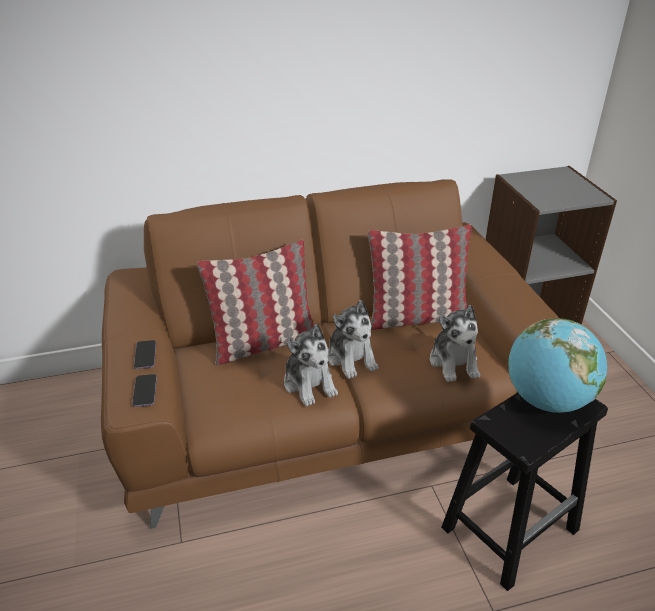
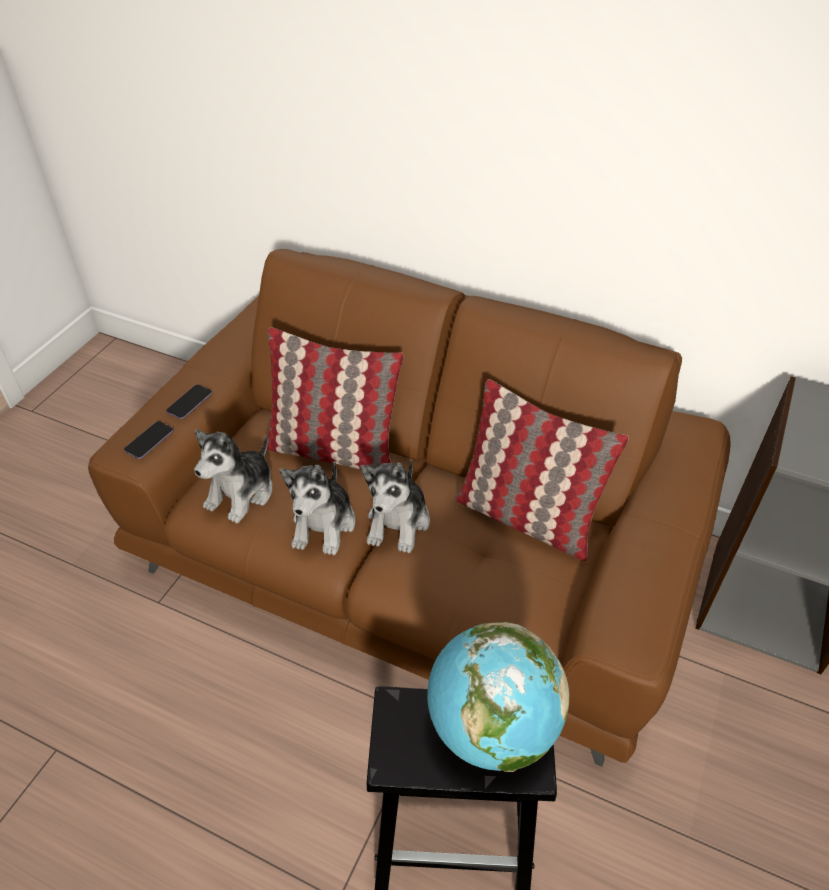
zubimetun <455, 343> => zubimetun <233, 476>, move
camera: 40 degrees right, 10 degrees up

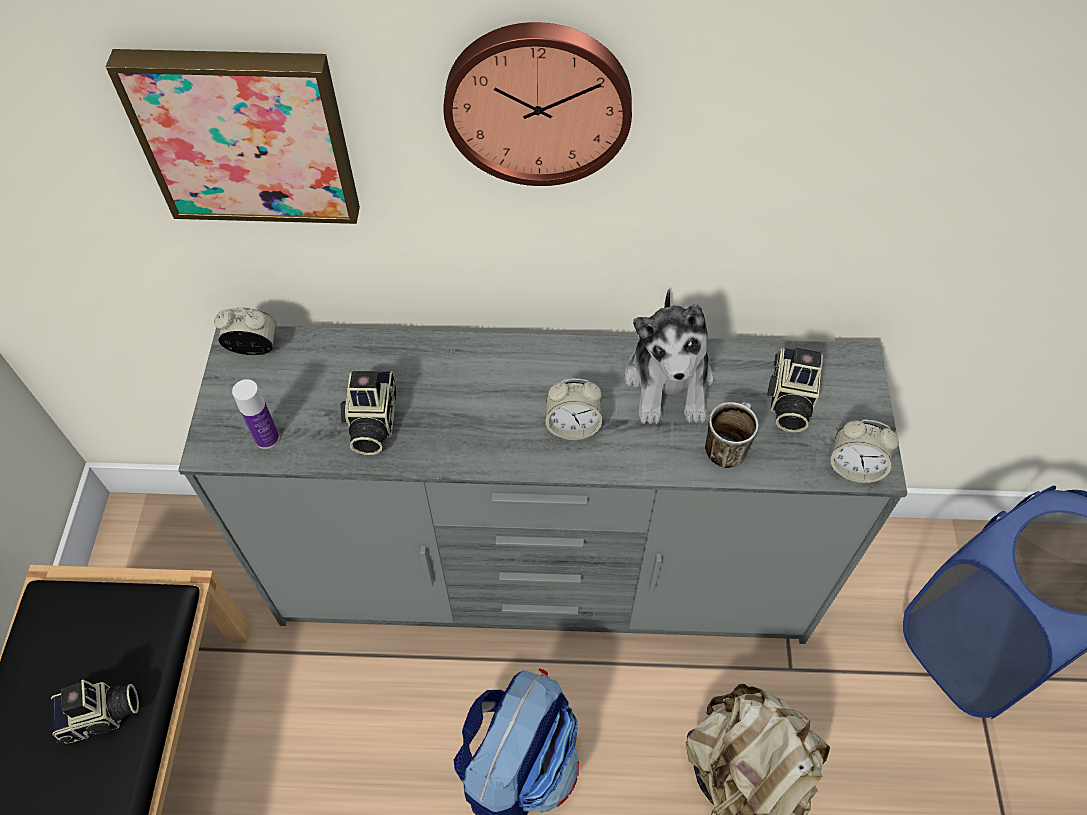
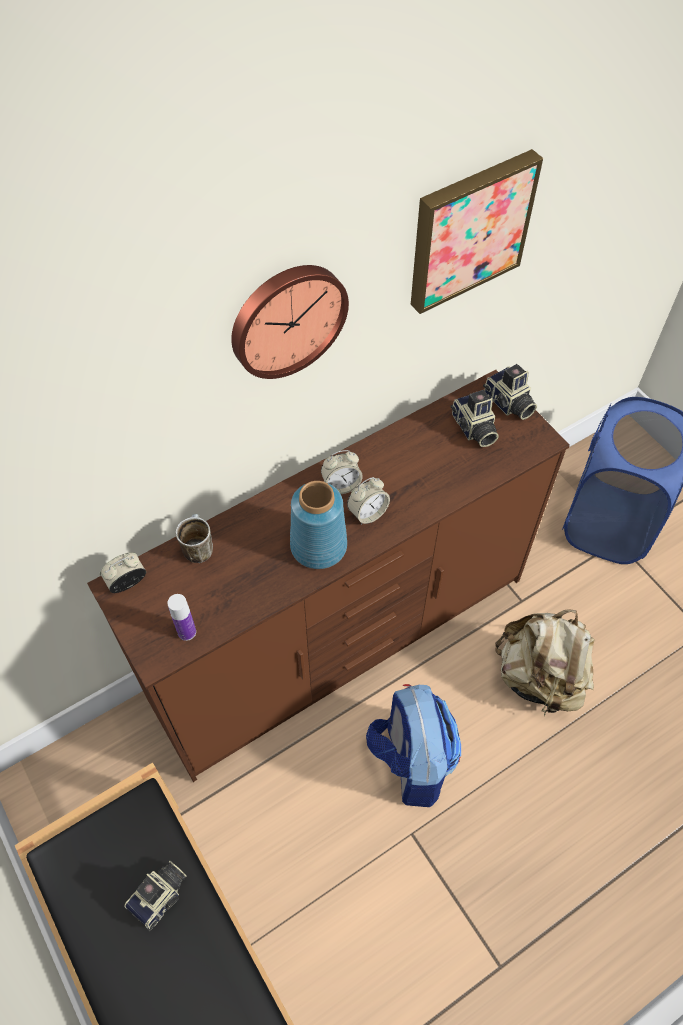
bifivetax <232, 136> => bifivetax <477, 231>, move
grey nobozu <543, 485> => brown nobozu <328, 576>
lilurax <369, 413> => lilurax <510, 392>, move
zubimetun <669, 356> => nothing
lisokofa <731, 435> => lisokofa <194, 538>, move
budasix <865, 451> => budasix <342, 472>, move
nothing => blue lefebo <318, 525>
camera: 35 degrees left, 0 degrees up

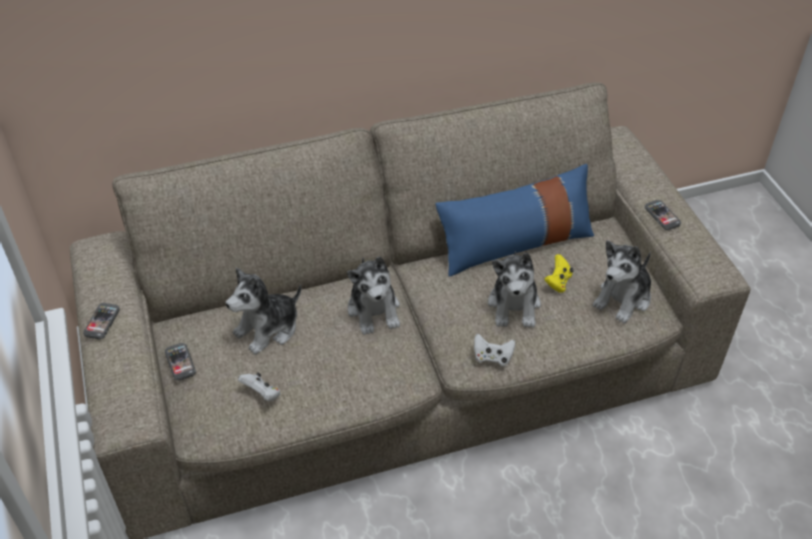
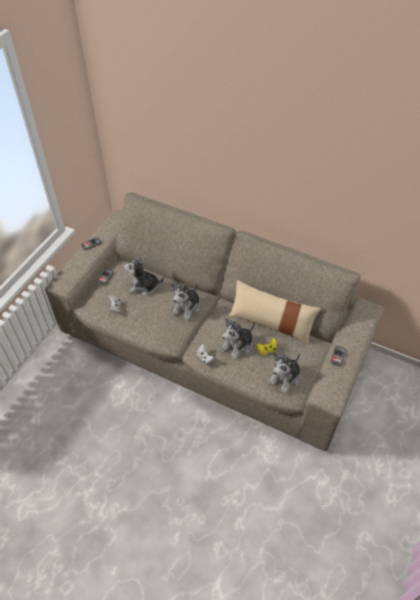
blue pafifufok <514, 220> => beige pafifufok <275, 312>
zubimetun <622, 281> => zubimetun <284, 373>, 45 degrees counterclockwise
camera: 45 degrees right, 5 degrees up

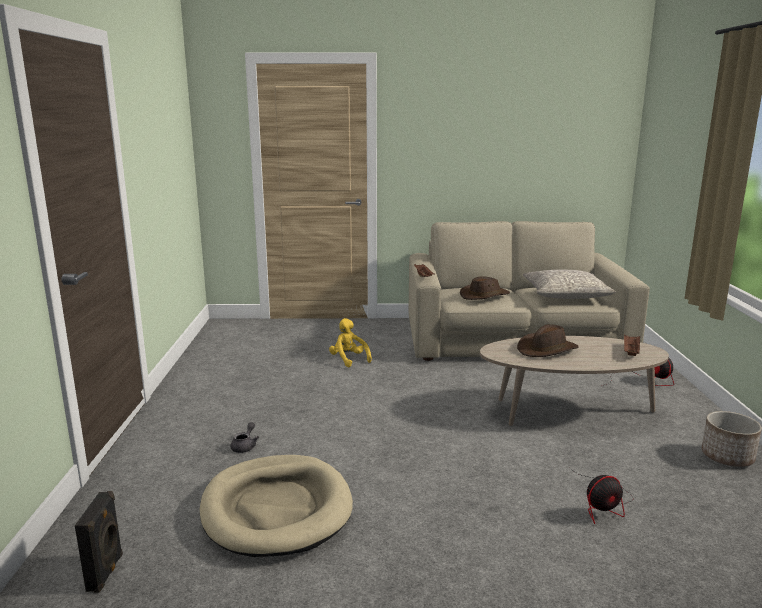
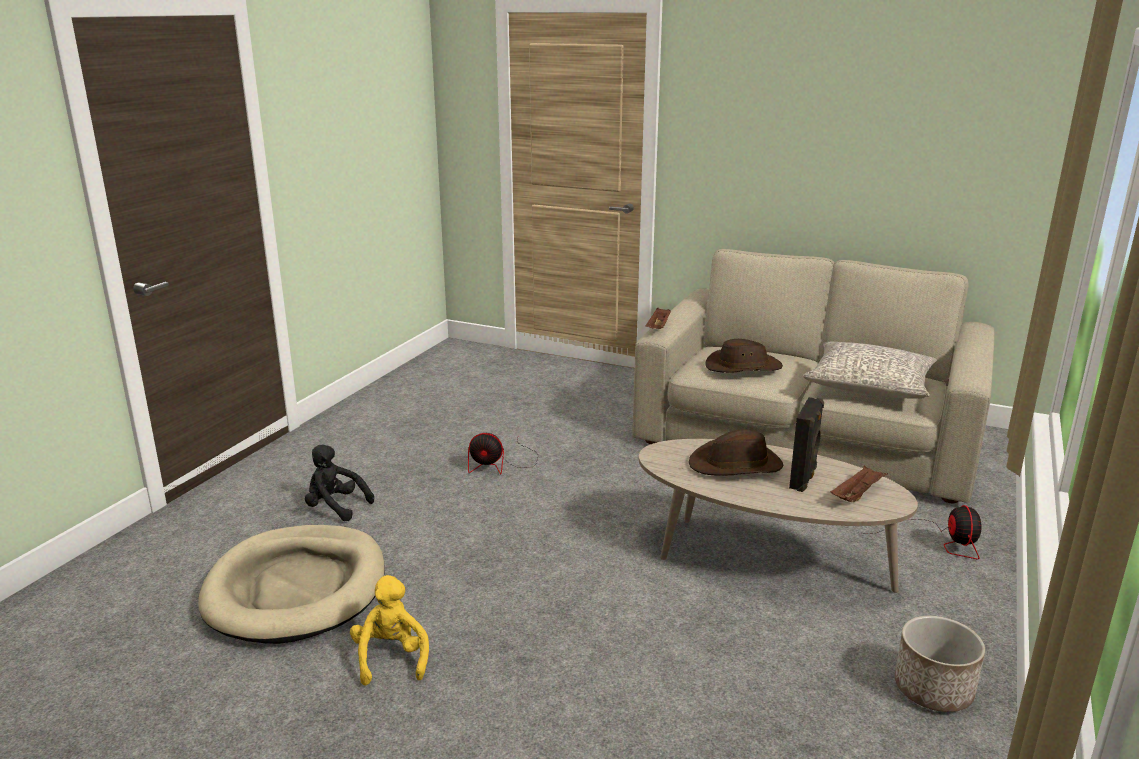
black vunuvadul <99, 542> => black vunuvadul <806, 444>, move
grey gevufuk <245, 437> => black zubimetun <339, 482>
yellow zubimetun <350, 342> => yellow zubimetun <389, 630>, move
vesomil <601, 495> => vesomil <503, 454>, move
camera: 25 degrees right, 5 degrees up

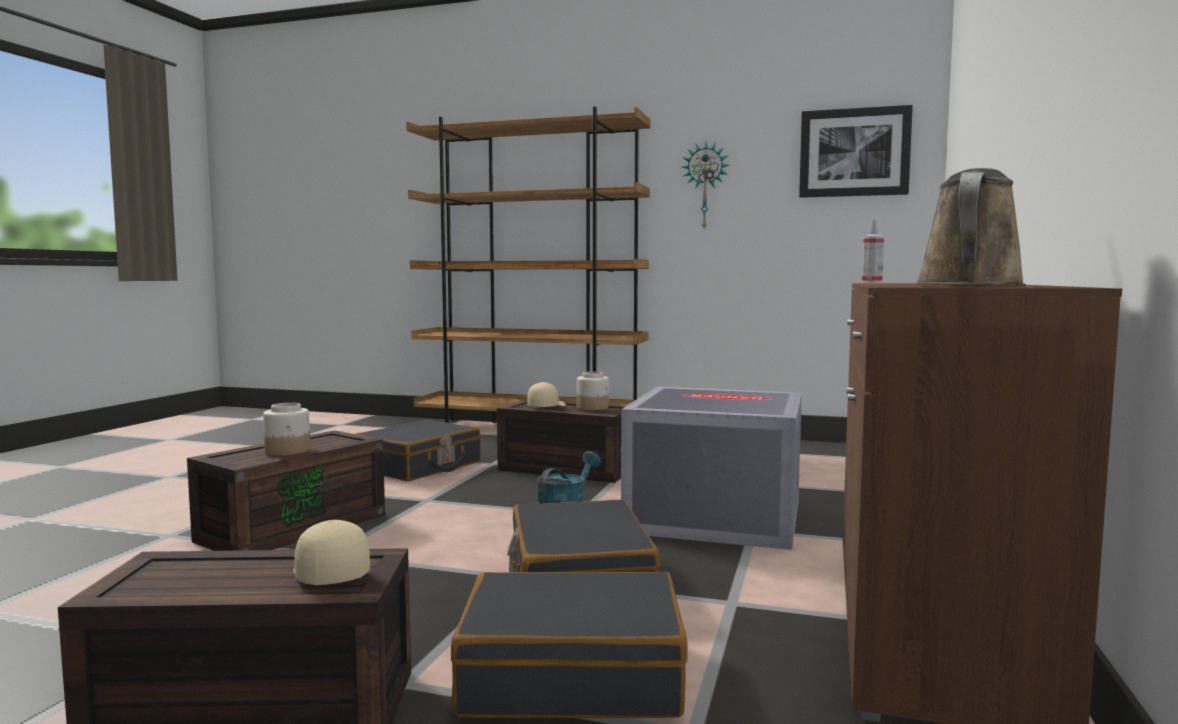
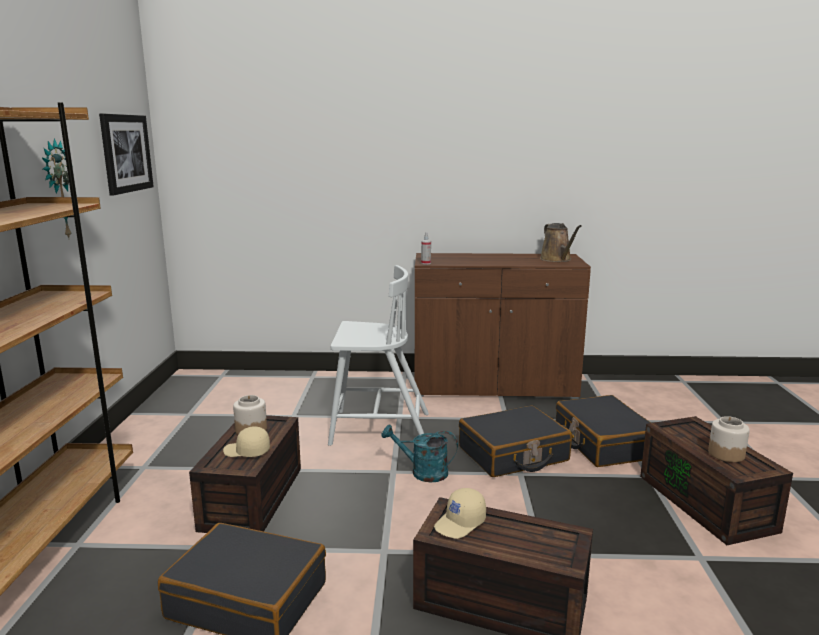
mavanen <286, 429> => mavanen <729, 439>, move
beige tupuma <331, 552> => beige tupuma <460, 513>, move
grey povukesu <711, 468> => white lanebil <378, 355>
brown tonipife <970, 227> => brown tonipife <560, 242>, 120 degrees counterclockwise
camera: 105 degrees left, 10 degrees up

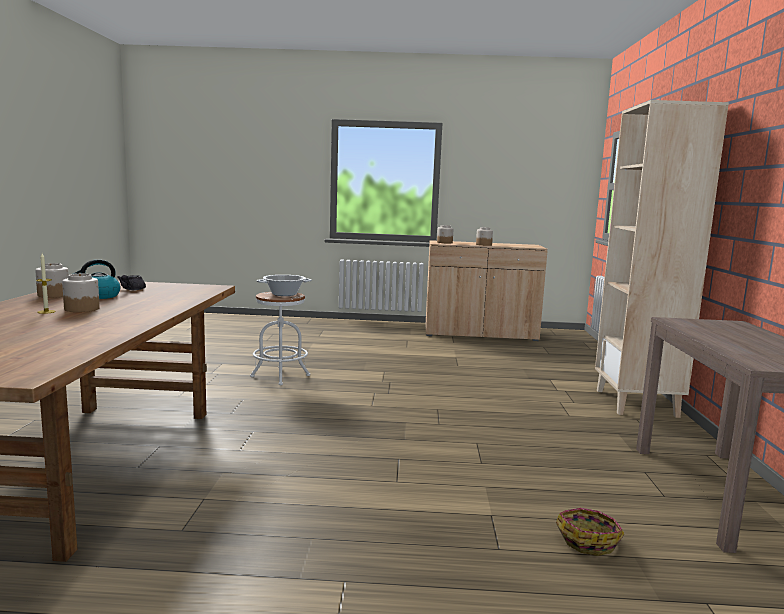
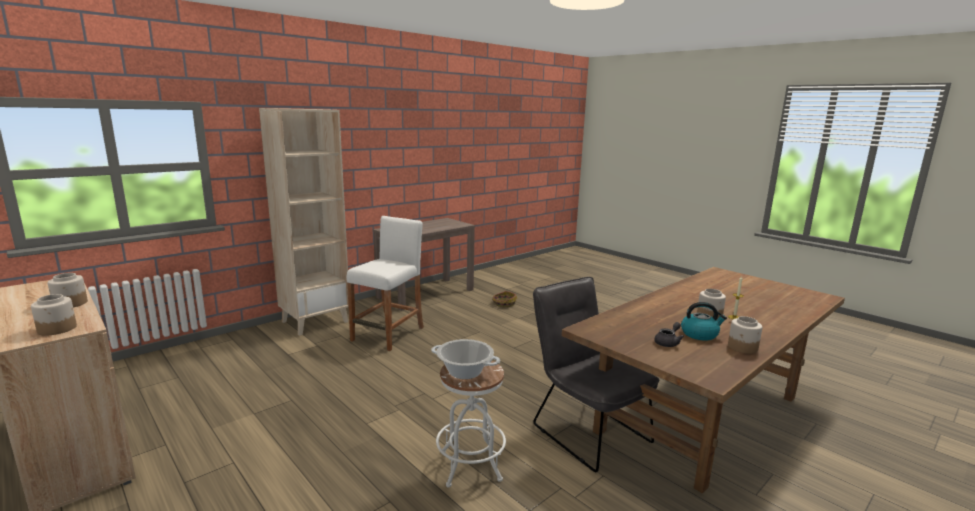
nothing => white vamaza <385, 283>
nothing => grey lanebil <596, 374>
camera: 135 degrees left, 5 degrees up

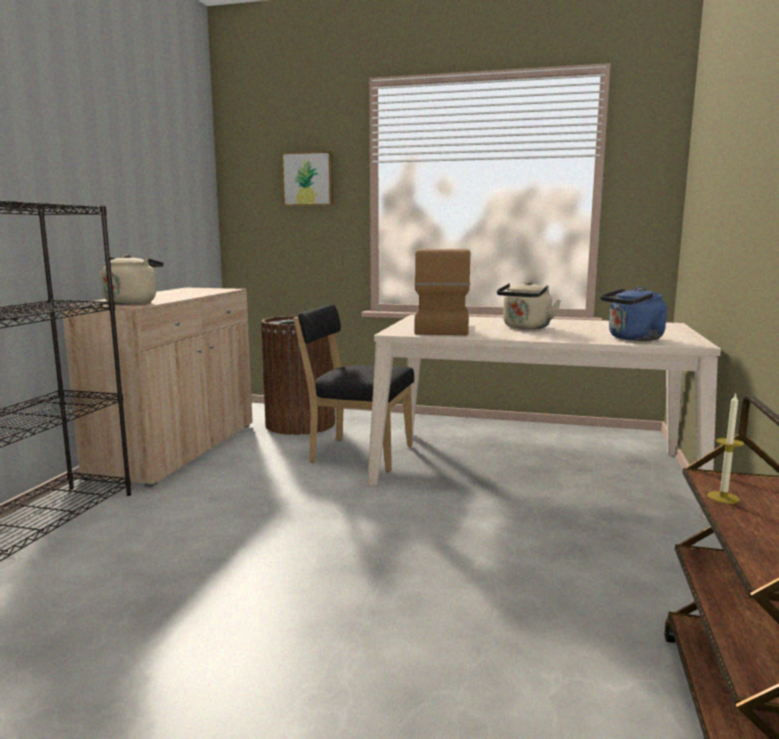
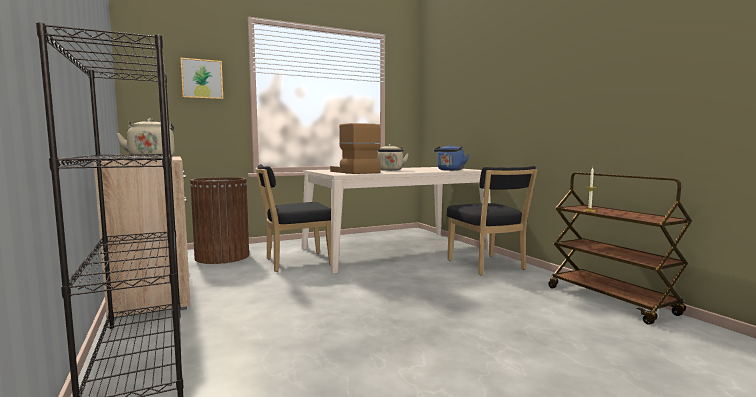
nothing => black lanebil <492, 221>
camera: 40 degrees left, 5 degrees down

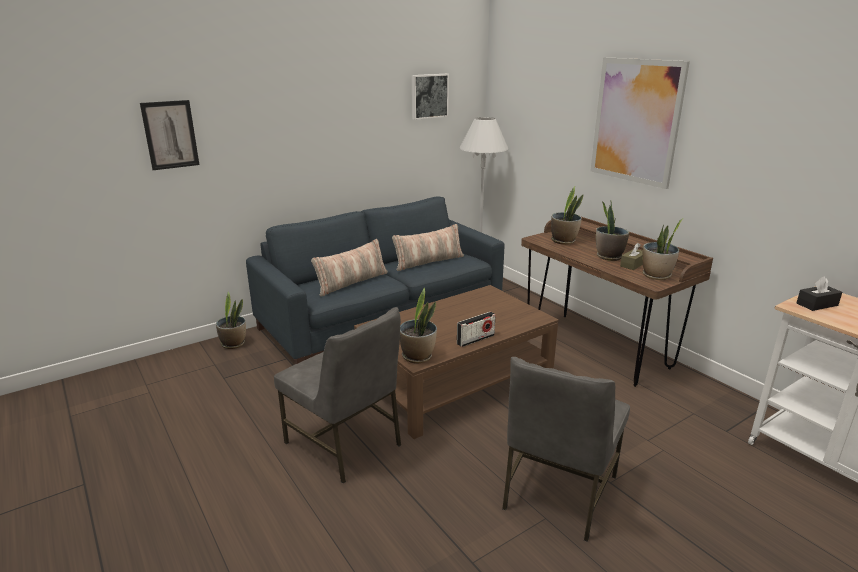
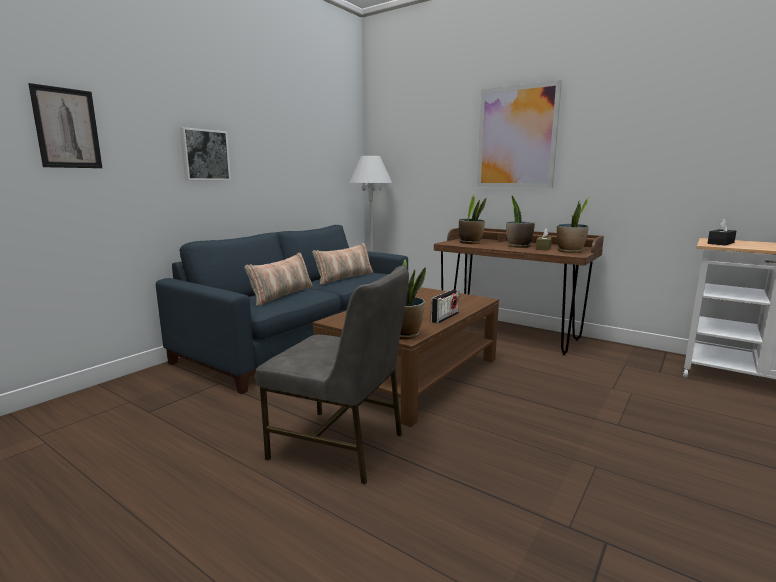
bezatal <231, 320> => nothing
bifivetax <430, 97> => bifivetax <205, 153>, move
grey lanebil <566, 449> => nothing
camera: 20 degrees left, 10 degrees down

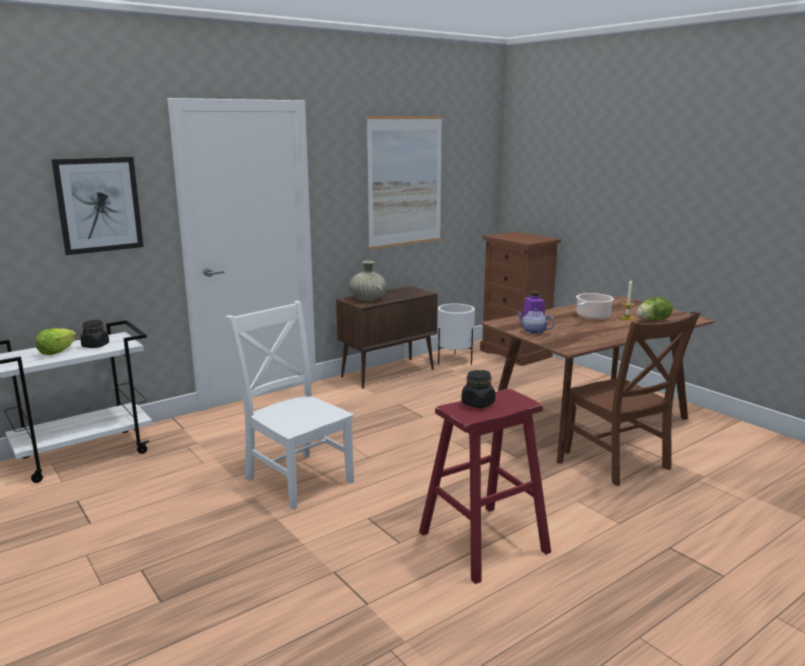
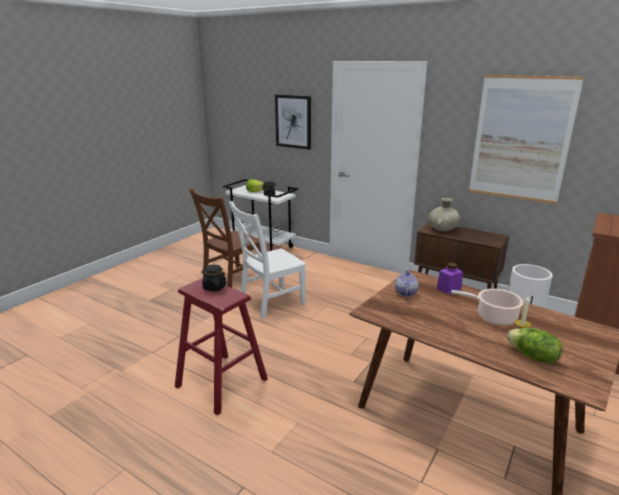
white lanebil <289, 405> => white lanebil <267, 260>, 150 degrees counterclockwise
brown lanebil <632, 398> => brown lanebil <225, 238>, move
camera: 70 degrees right, 5 degrees up

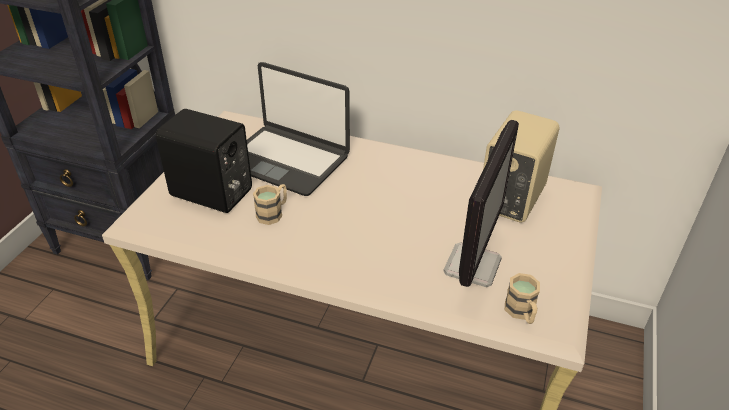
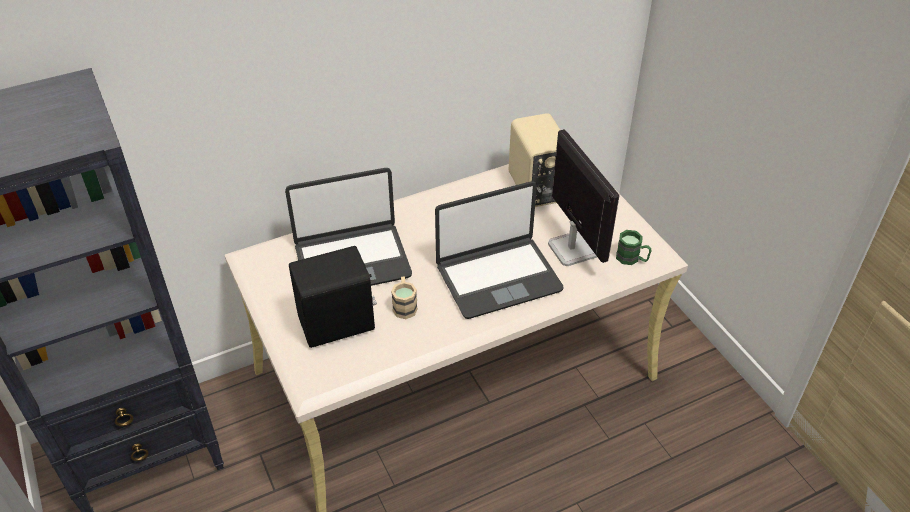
beige lisokofa <522, 298> => green lisokofa <634, 247>
nothing => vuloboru <499, 250>
camera: 45 degrees left, 5 degrees up

